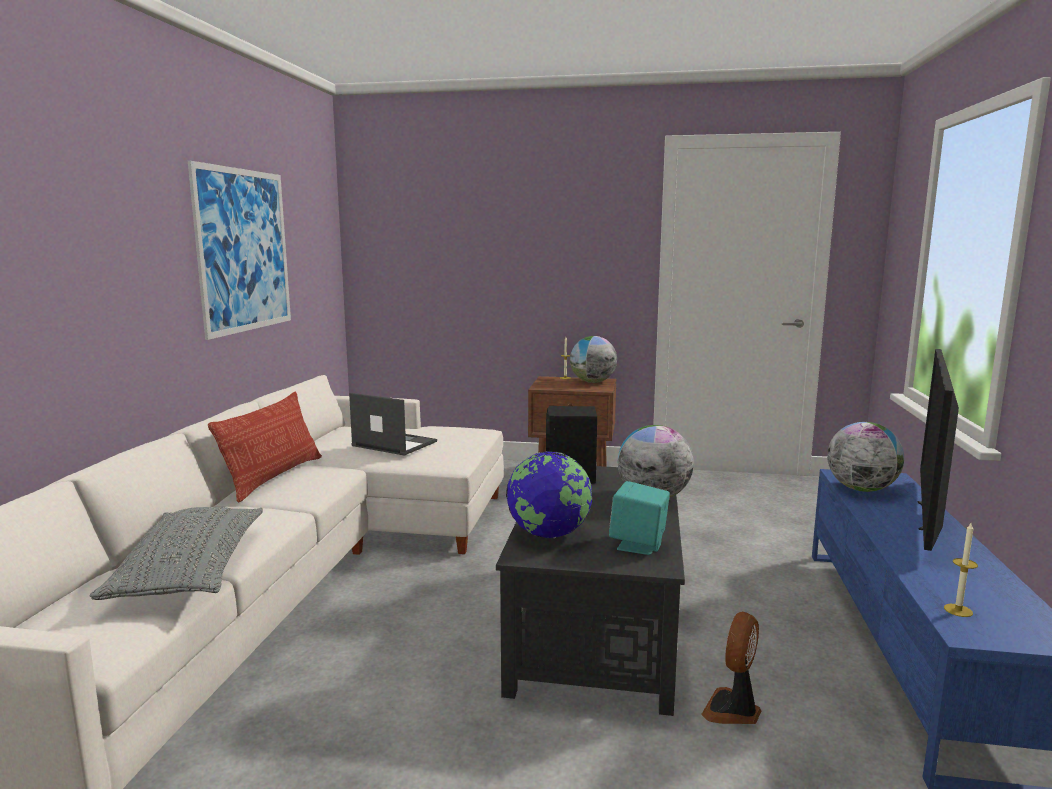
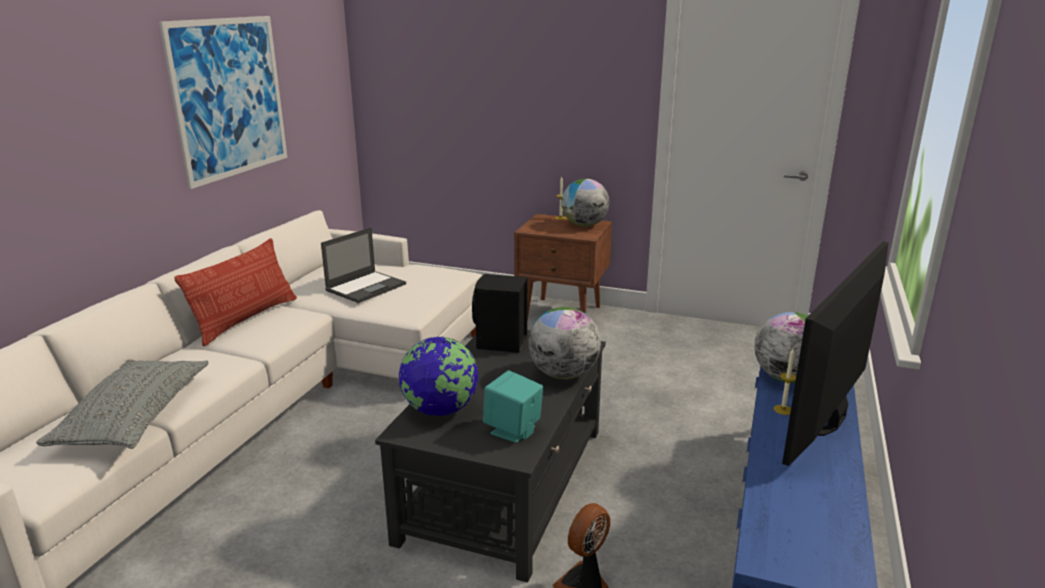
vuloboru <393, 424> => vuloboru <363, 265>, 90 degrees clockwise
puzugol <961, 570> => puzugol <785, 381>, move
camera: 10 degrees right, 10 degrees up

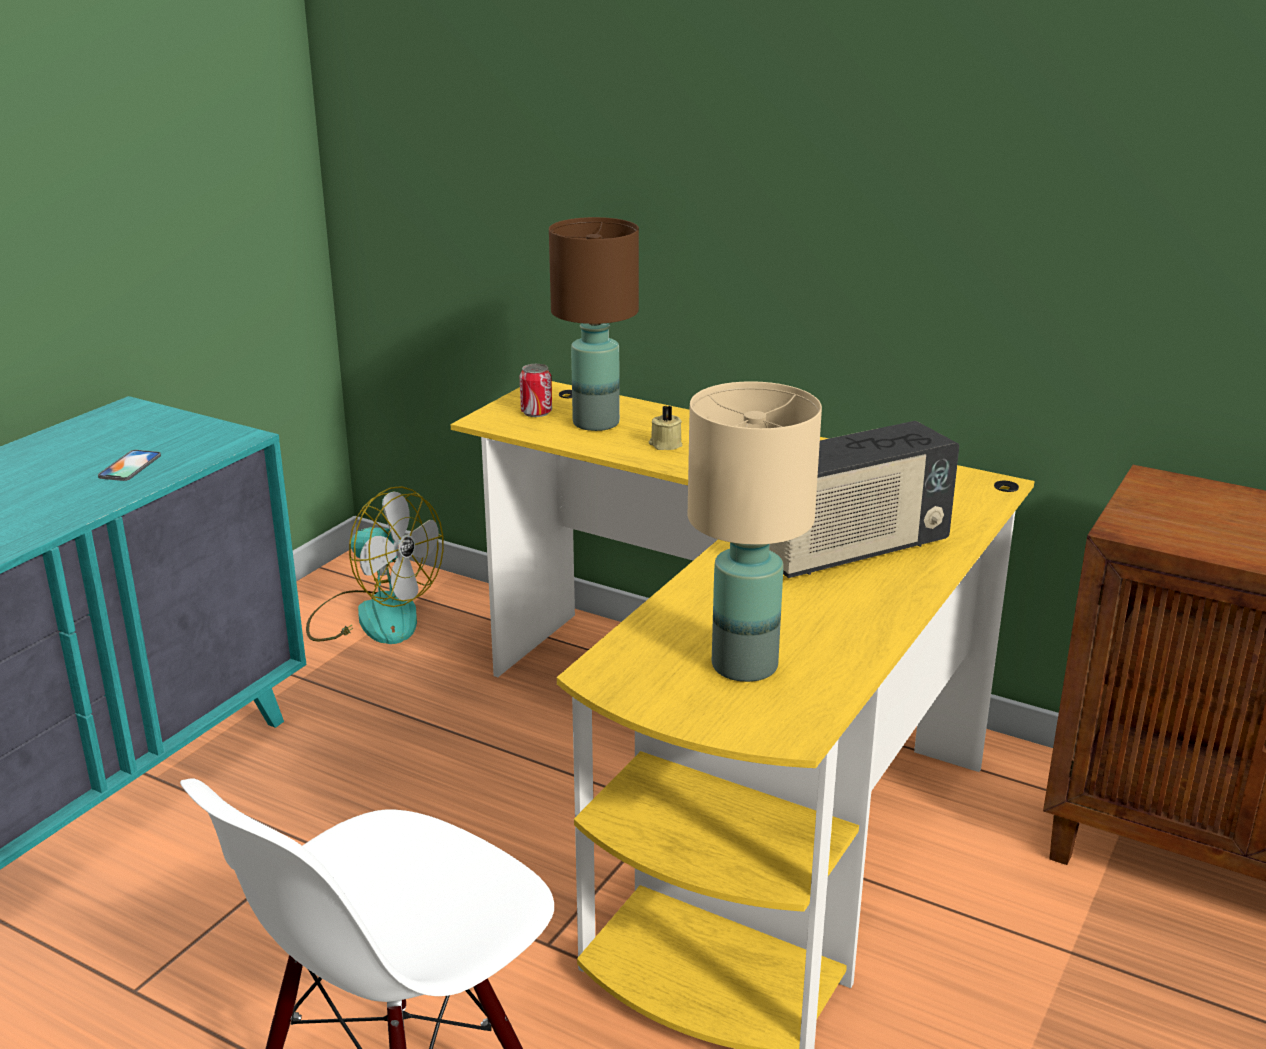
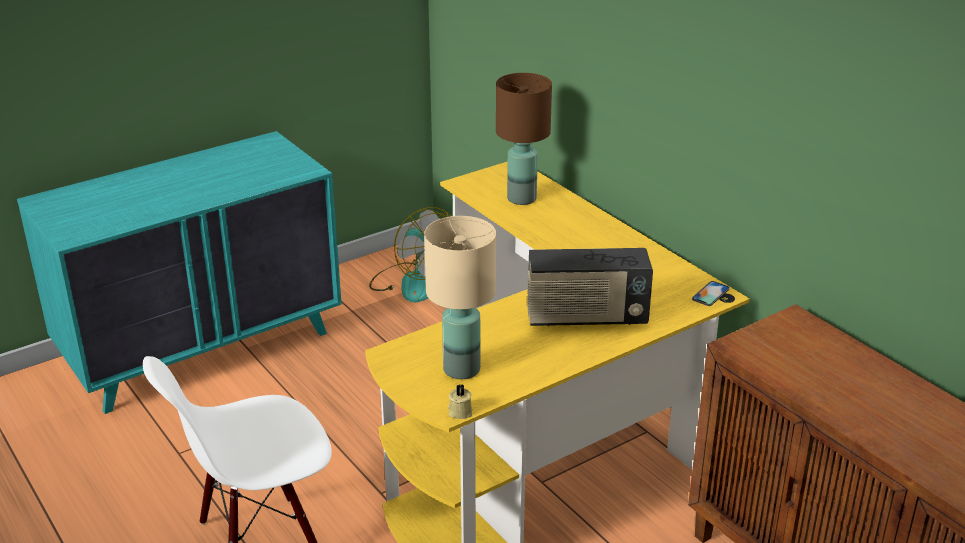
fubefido <129, 465> => fubefido <711, 293>, move
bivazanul <536, 390> => nothing
beige puzugol <665, 428> => beige puzugol <460, 401>, move
camera: 25 degrees right, 5 degrees up

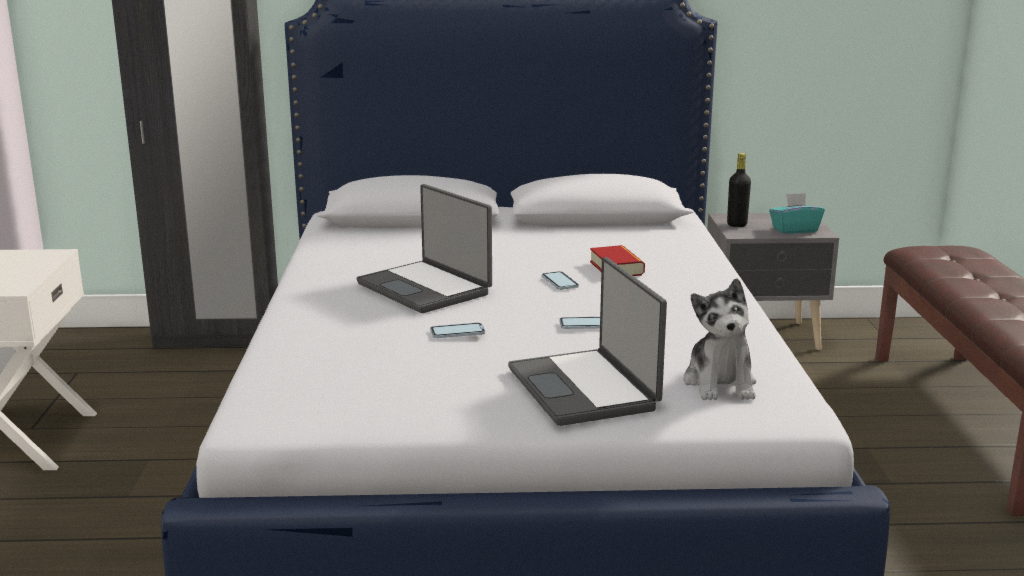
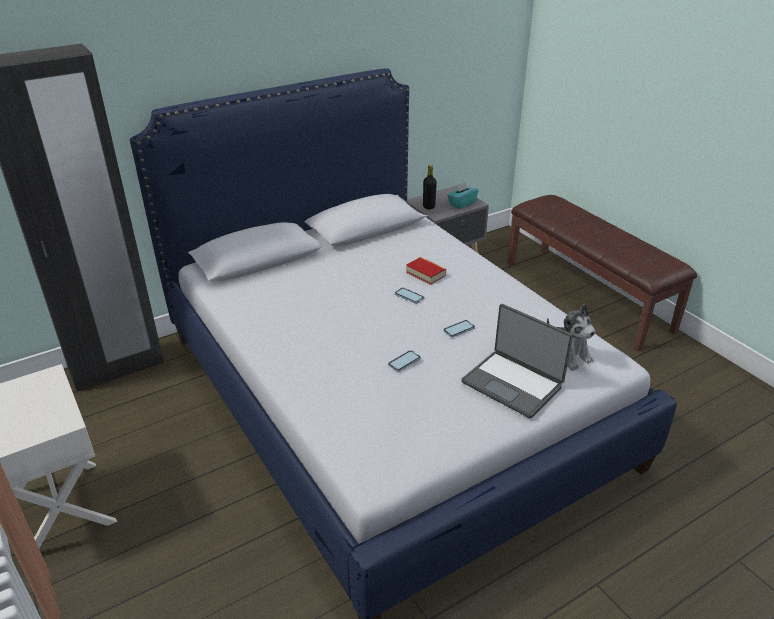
vuloboru <424, 248> => nothing
camera: 30 degrees left, 15 degrees up

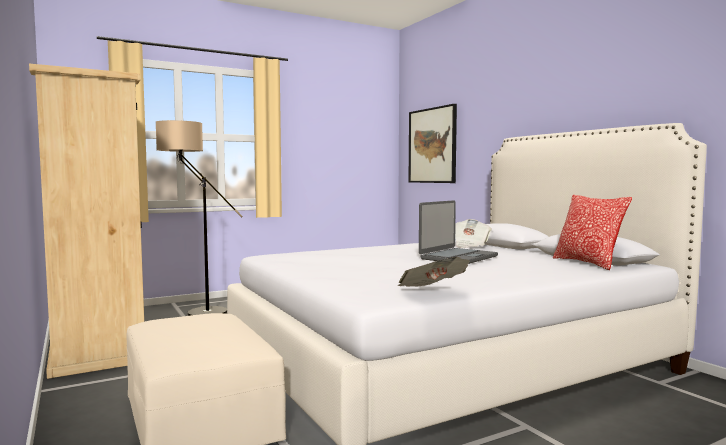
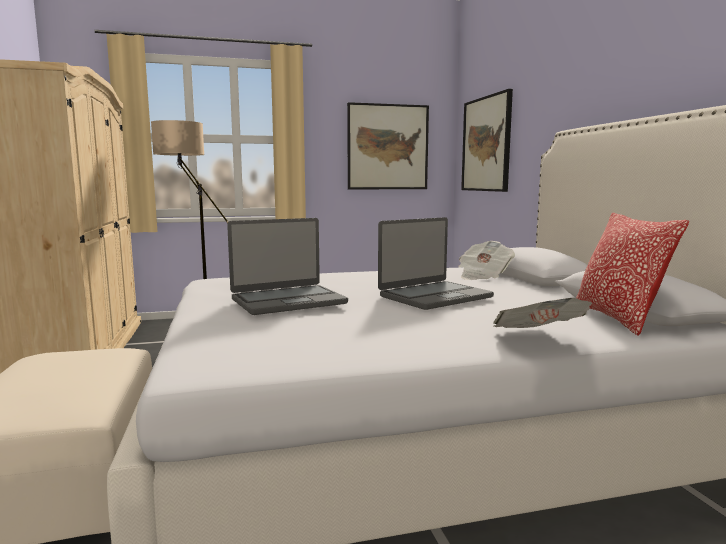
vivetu <434, 272> => vivetu <543, 313>, move
nothing => vuloboru <287, 266>
nothing => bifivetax <388, 145>
camera: 15 degrees right, 5 degrees up

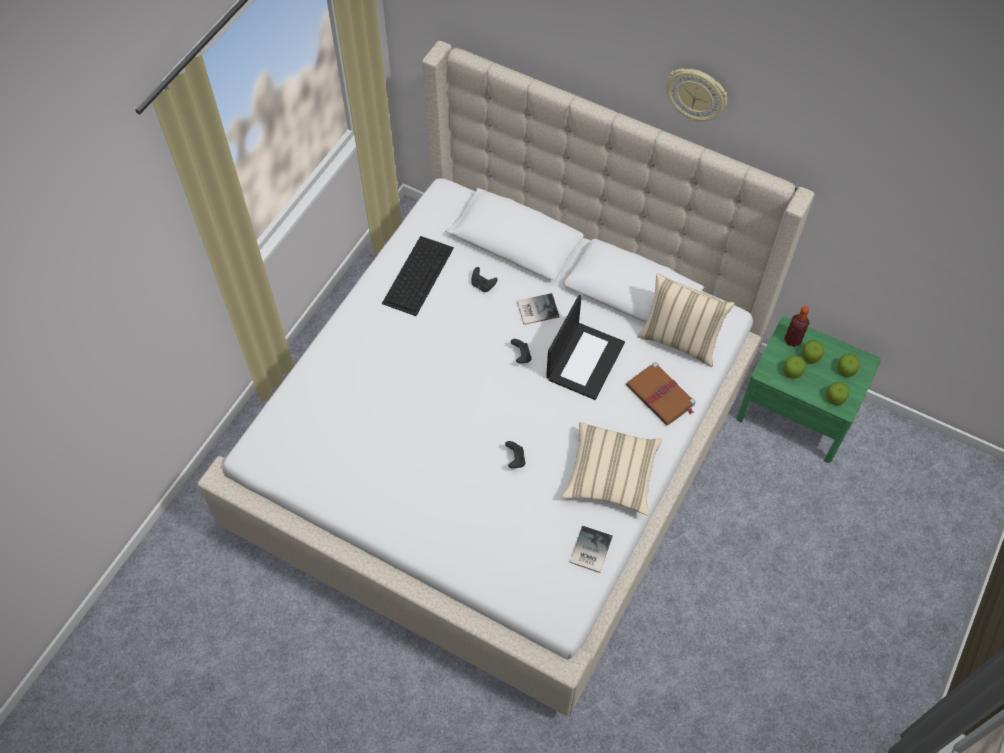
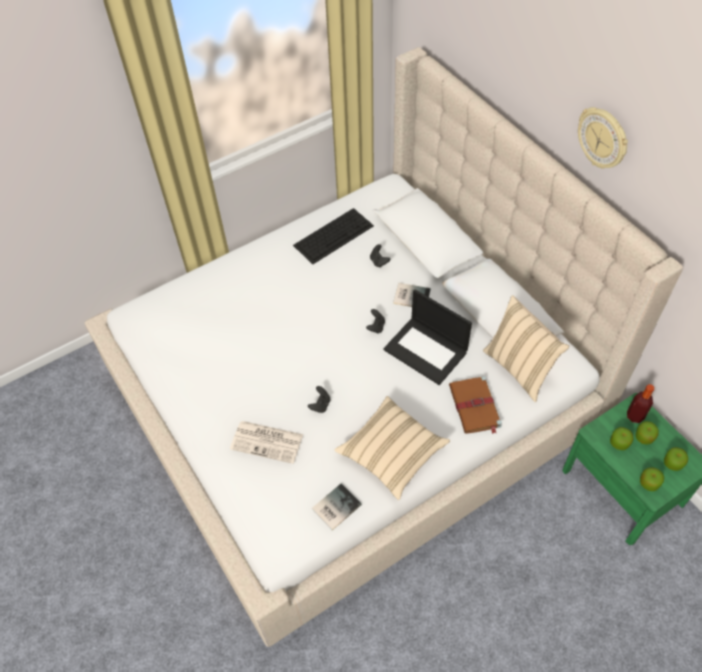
vuloboru <585, 347> => vuloboru <427, 337>, 75 degrees clockwise
nothing => vivetu <266, 442>
camera: 30 degrees right, 5 degrees down

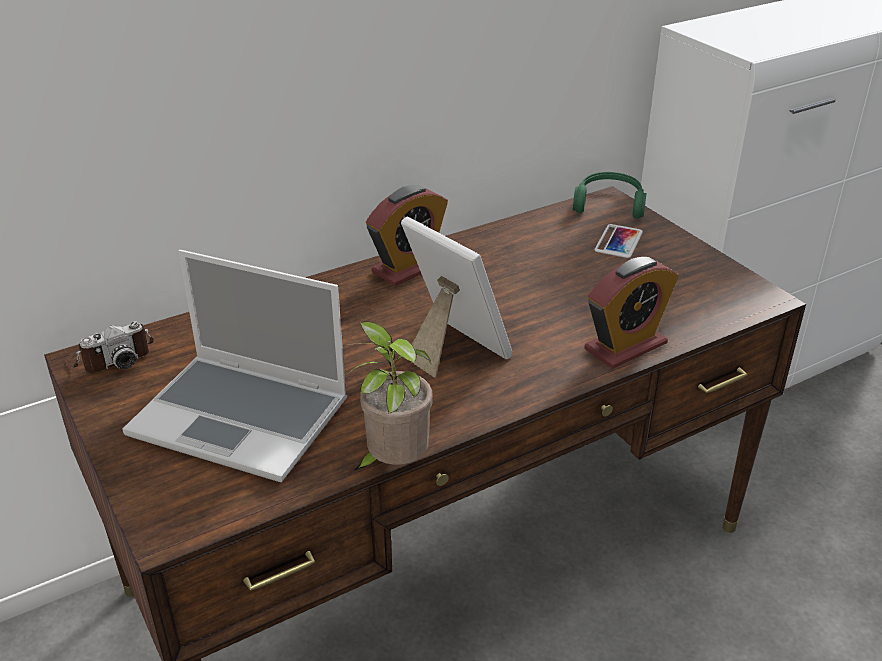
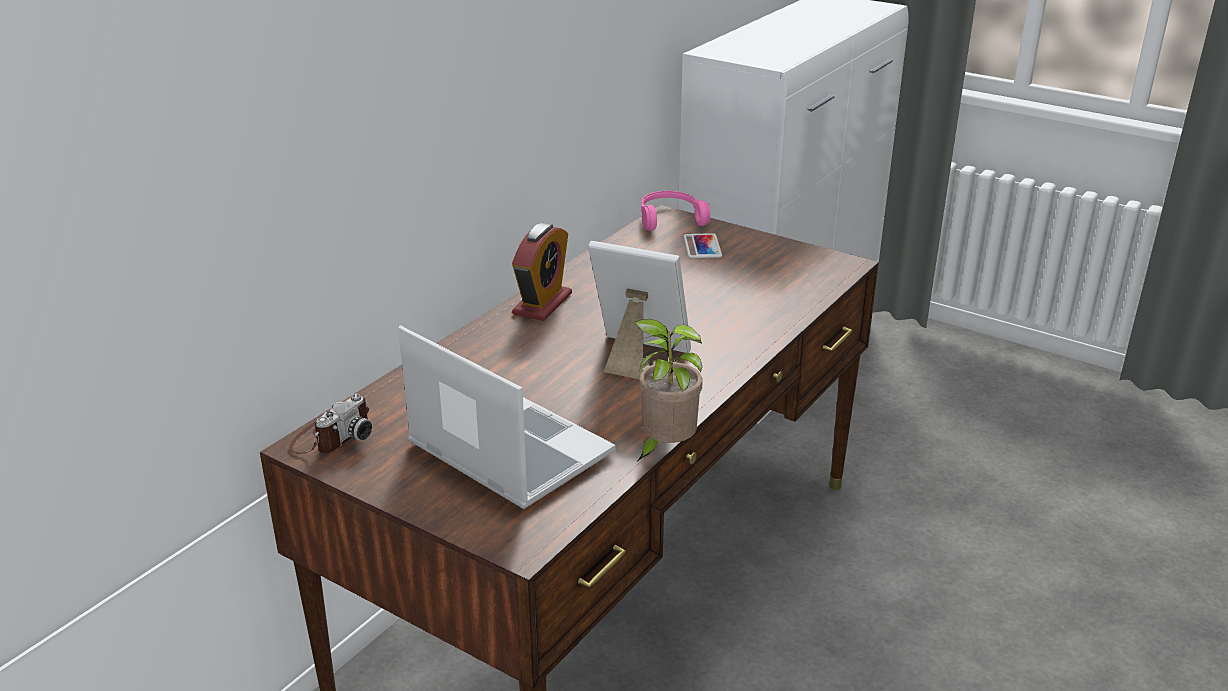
vuloboru <235, 366> => vuloboru <507, 417>, 135 degrees counterclockwise
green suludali <609, 195> => pink suludali <675, 211>
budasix <631, 313> => nothing
camera: 25 degrees left, 5 degrees down

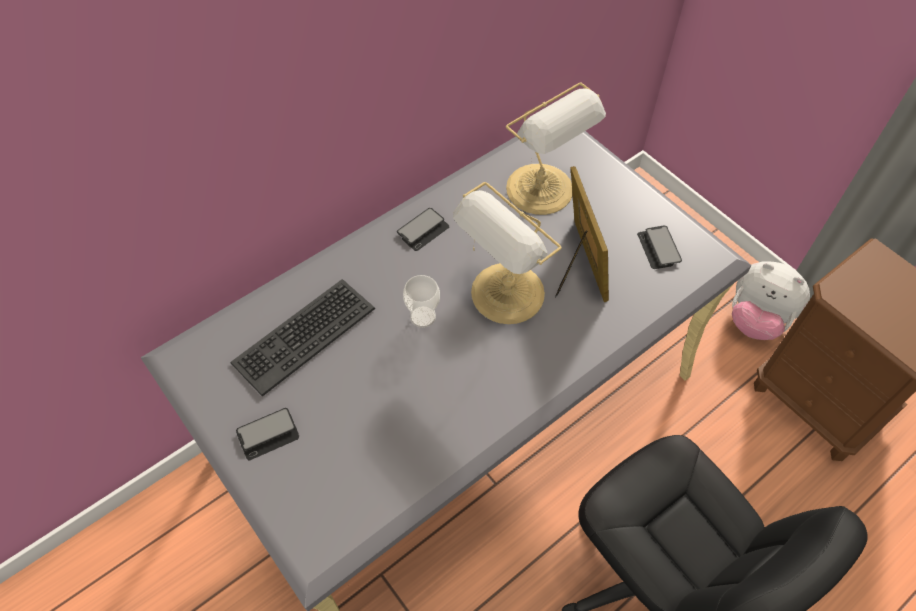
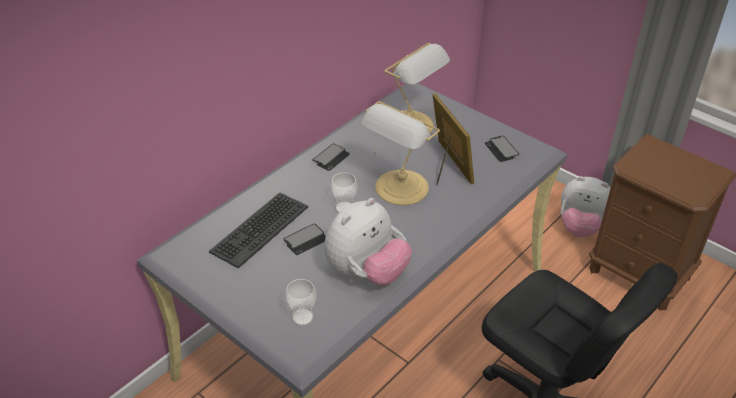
fubefido <267, 434> => fubefido <304, 239>, move
nothing => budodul <300, 302>
nothing => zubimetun <368, 241>
camera: 10 degrees left, 15 degrees down

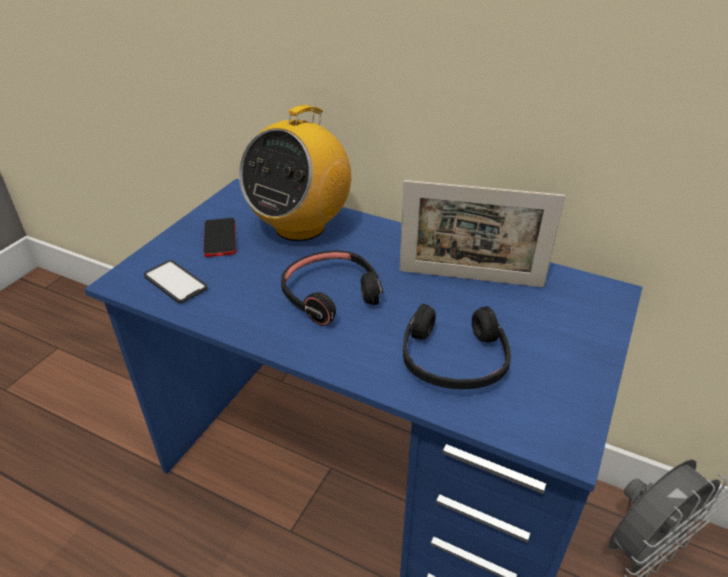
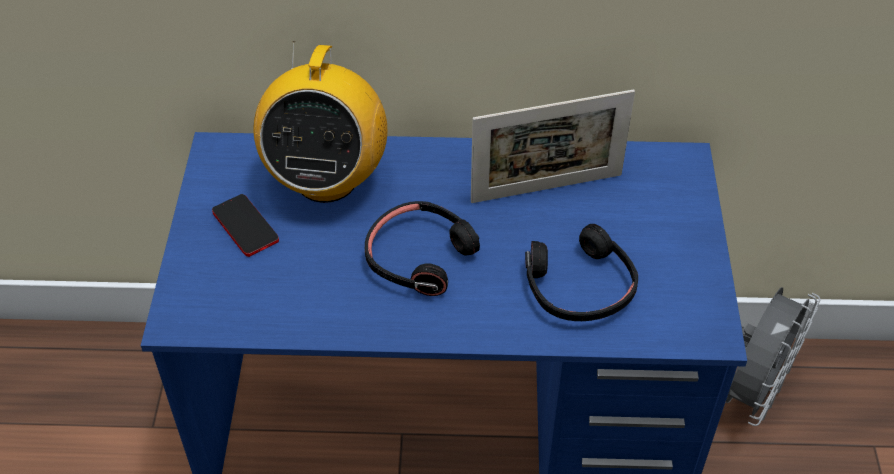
fubefido <176, 281> => nothing
camera: 25 degrees left, 10 degrees up

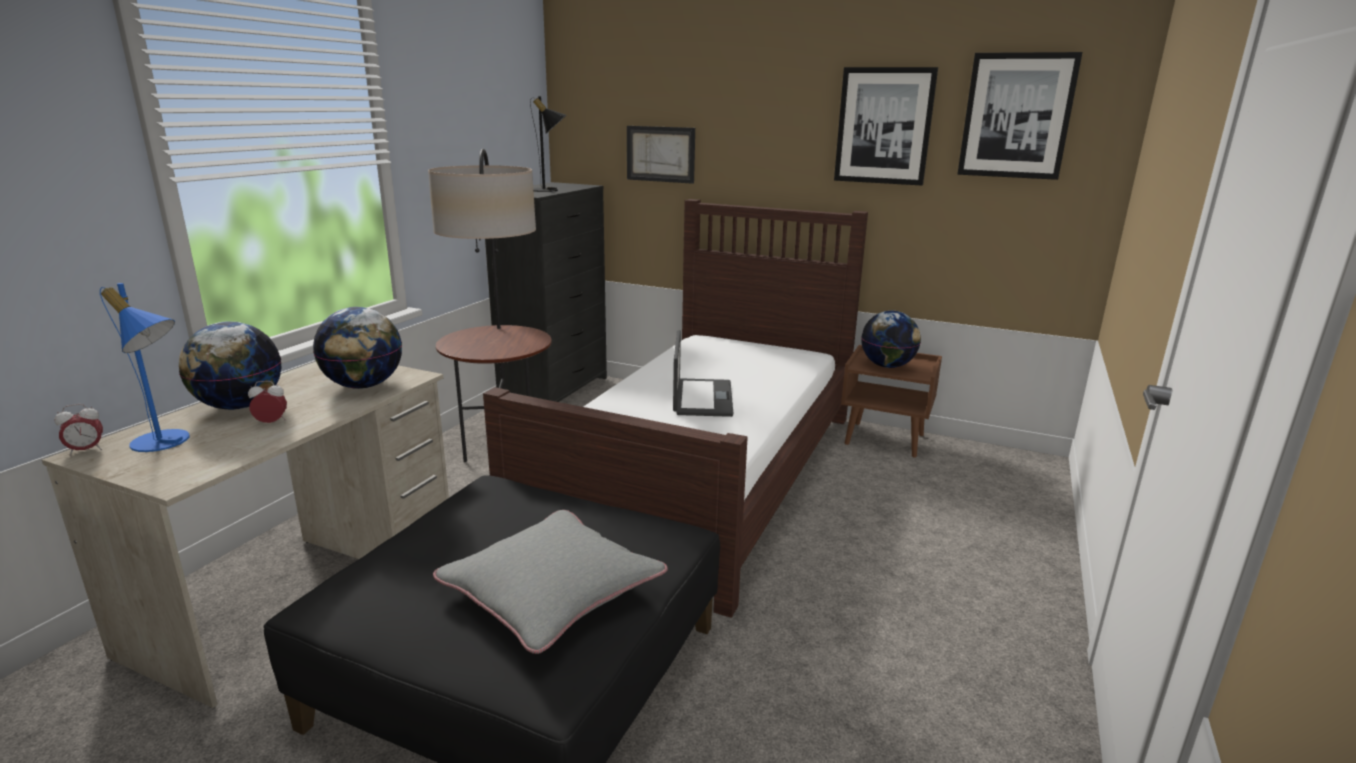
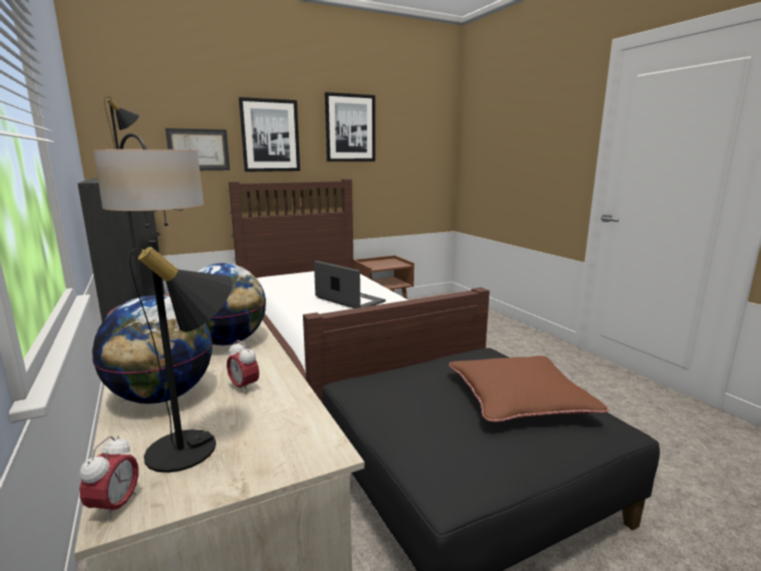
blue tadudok <145, 367> => black tadudok <181, 357>
budasix <267, 402> => budasix <243, 367>, 75 degrees counterclockwise
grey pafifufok <550, 582> => brown pafifufok <529, 389>
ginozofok <891, 339> => nothing
bifivetax <1019, 116> => bifivetax <269, 134>, move
camera: 50 degrees left, 5 degrees down

